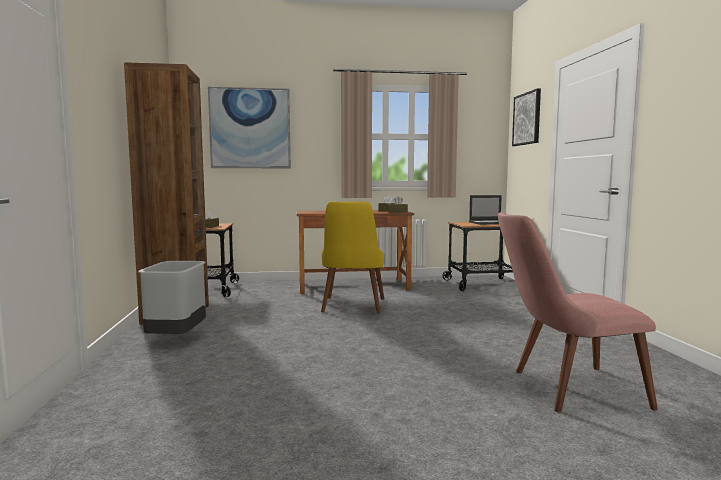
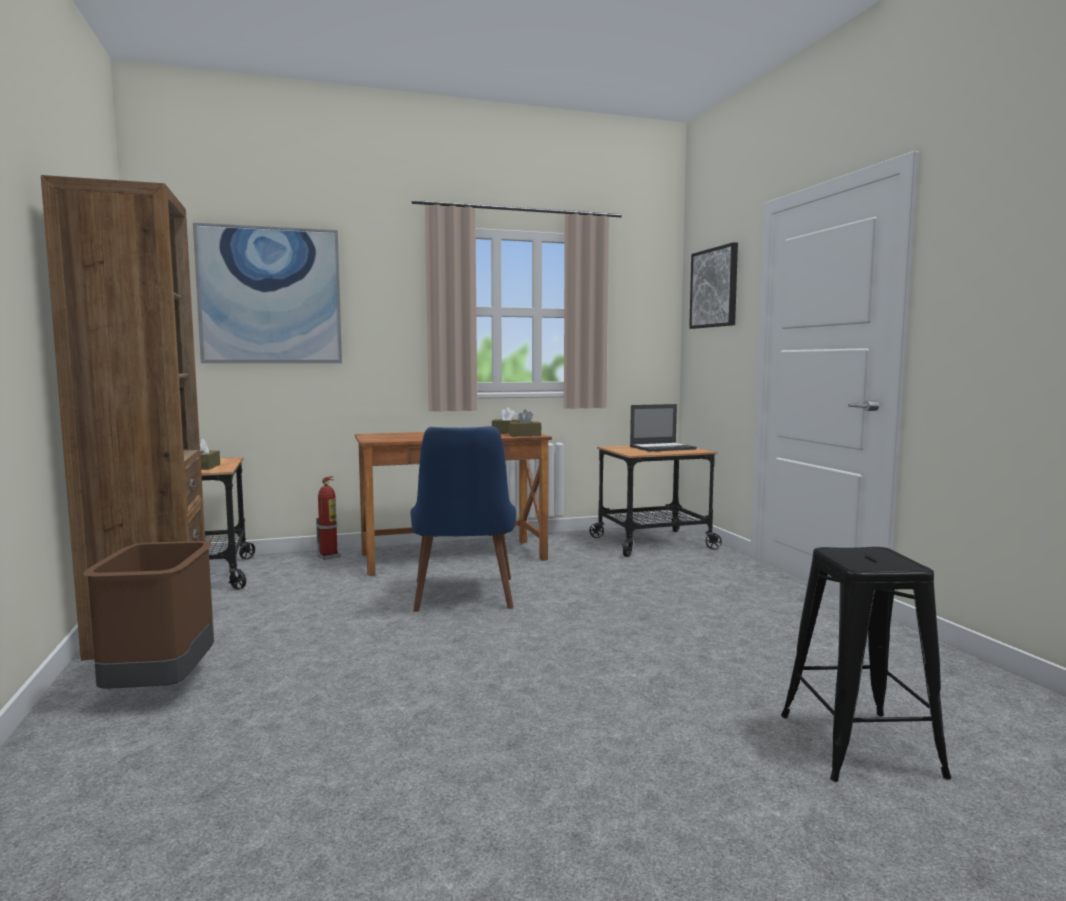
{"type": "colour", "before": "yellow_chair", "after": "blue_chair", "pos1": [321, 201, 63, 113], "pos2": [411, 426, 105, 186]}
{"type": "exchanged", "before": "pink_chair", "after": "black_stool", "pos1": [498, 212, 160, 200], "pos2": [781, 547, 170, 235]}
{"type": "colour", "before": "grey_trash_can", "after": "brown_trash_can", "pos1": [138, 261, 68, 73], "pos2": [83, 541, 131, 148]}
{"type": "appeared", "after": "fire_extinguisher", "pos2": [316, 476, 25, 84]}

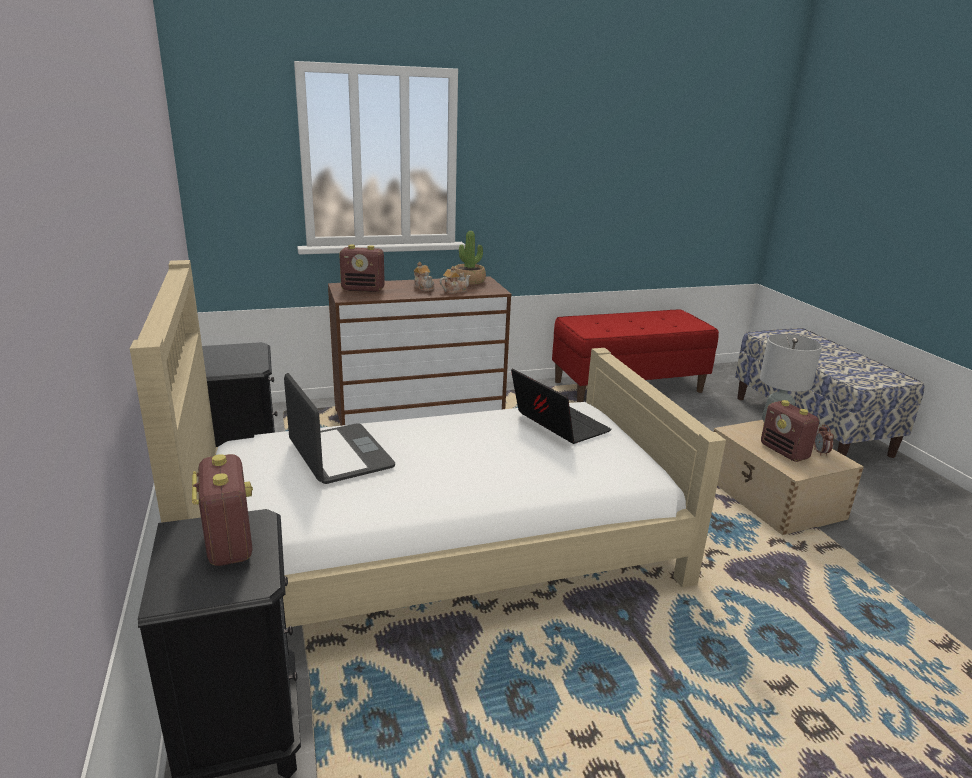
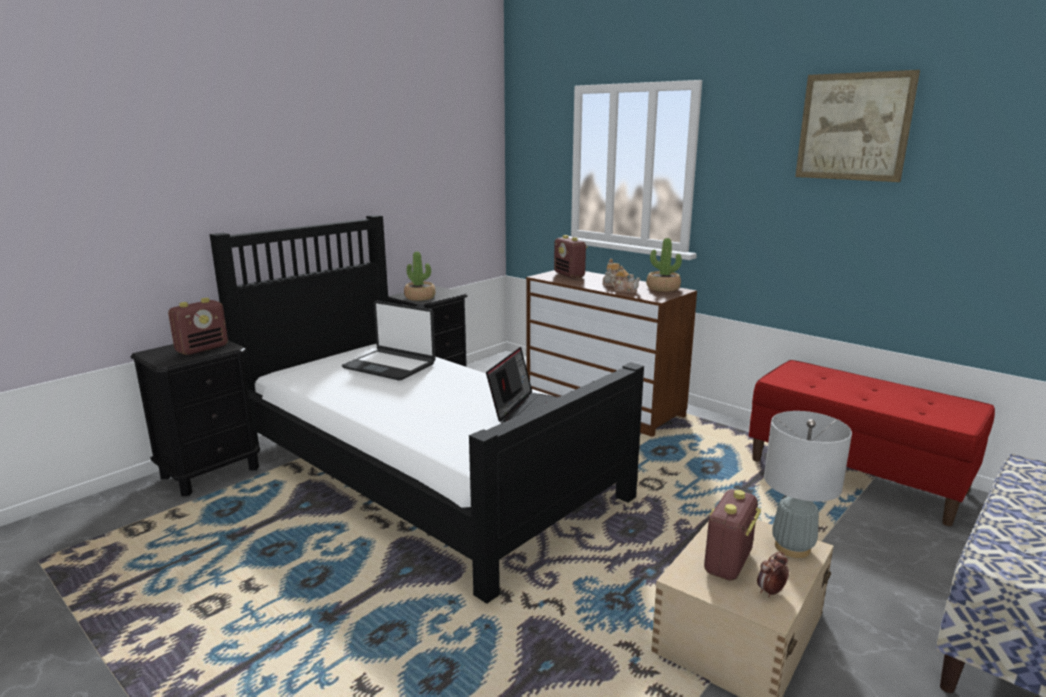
{"type": "colour", "before": "beige_bed", "after": "black_bed", "pos1": [130, 260, 596, 368], "pos2": [210, 215, 434, 389]}
{"type": "spun", "before": "laptop", "pos1": [284, 373, 111, 111], "pos2": [342, 300, 94, 80], "turn": 90}
{"type": "appeared", "after": "picture", "pos2": [795, 70, 125, 112]}
{"type": "appeared", "after": "potted_plant", "pos2": [404, 251, 32, 50]}

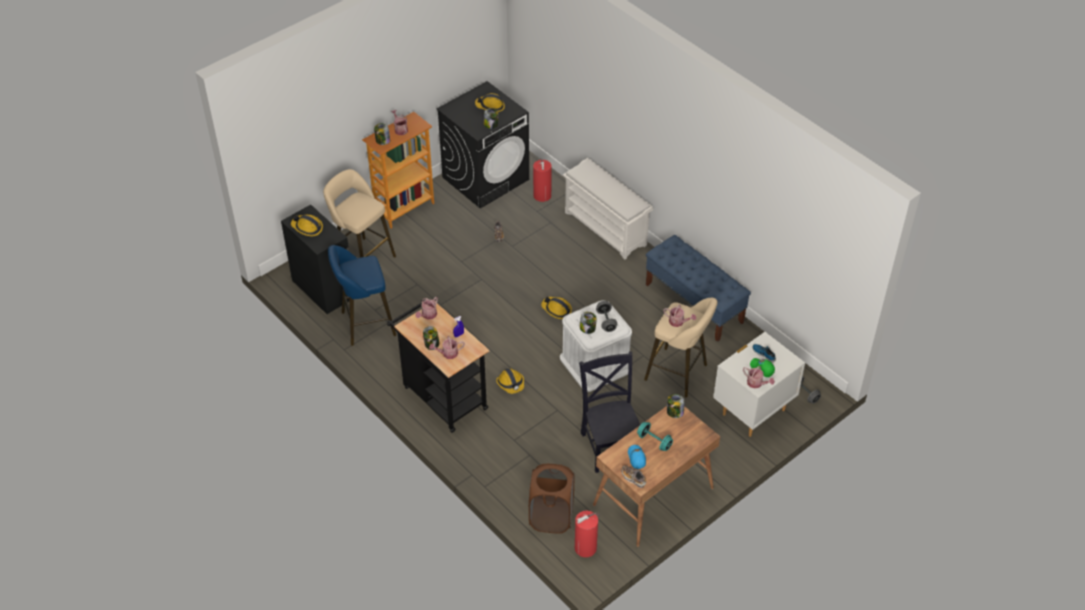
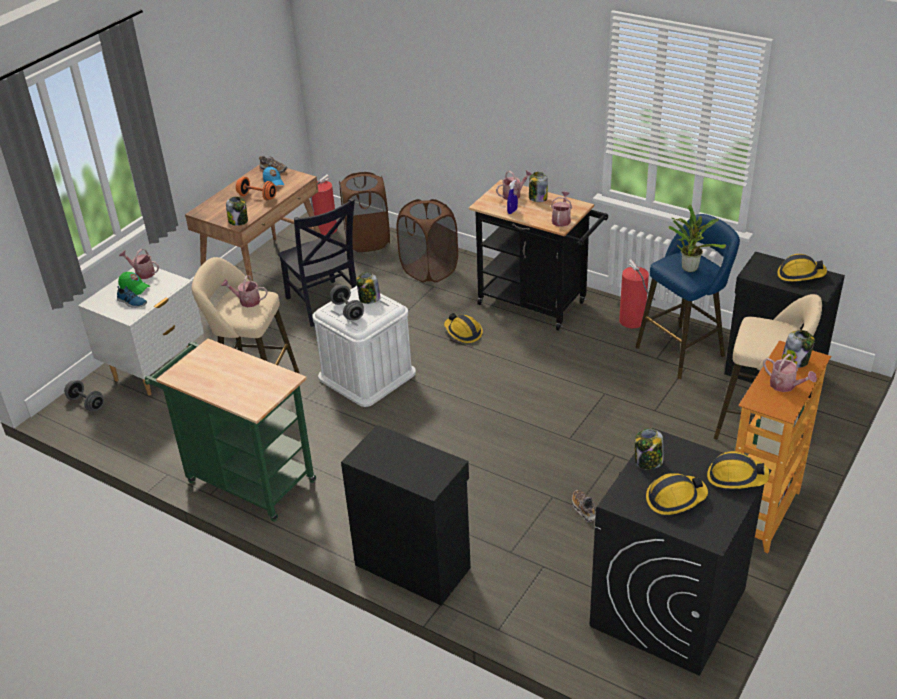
{"type": "relocated", "before": "fire_extinguisher", "pos1": [533, 158, 19, 44], "pos2": [619, 259, 36, 69]}
{"type": "exchanged", "before": "white_shoe_rack", "after": "black_cabinet", "pos1": [563, 158, 90, 101], "pos2": [341, 425, 130, 181]}
{"type": "exchanged", "before": "blue_bench", "after": "green_cart", "pos1": [646, 235, 105, 107], "pos2": [145, 339, 171, 183]}
{"type": "relocated", "before": "hard_hat", "pos1": [541, 297, 31, 22], "pos2": [707, 451, 63, 38]}
{"type": "colour", "before": "turquoise_dumbbell", "after": "orange_dumbbell", "pos1": [637, 422, 36, 29], "pos2": [236, 177, 41, 23]}
{"type": "appeared", "after": "brown_laundry_basket", "pos2": [396, 199, 62, 84]}
{"type": "appeared", "after": "potted_plant", "pos2": [669, 205, 57, 67]}

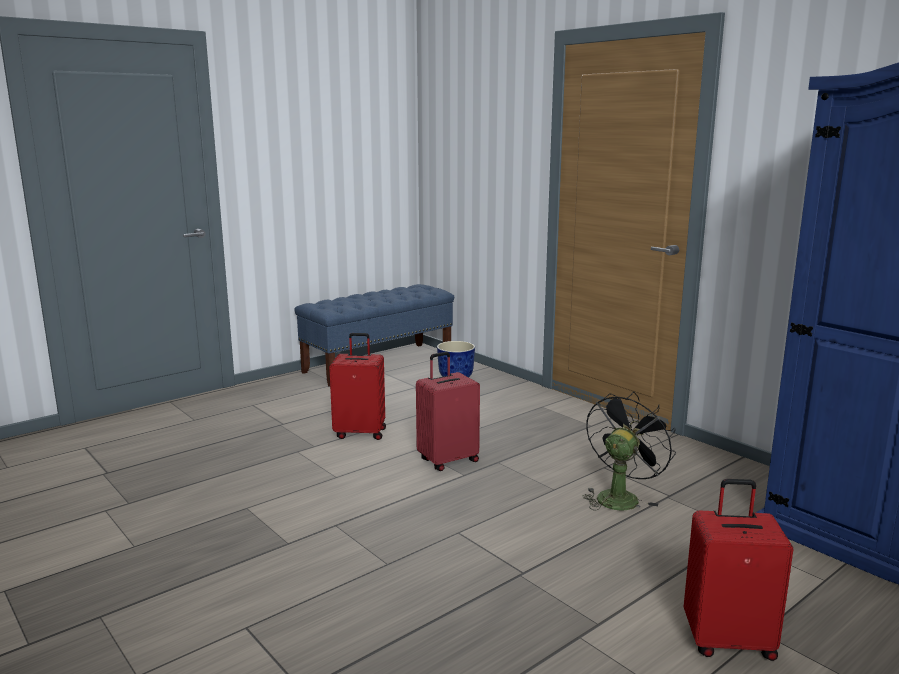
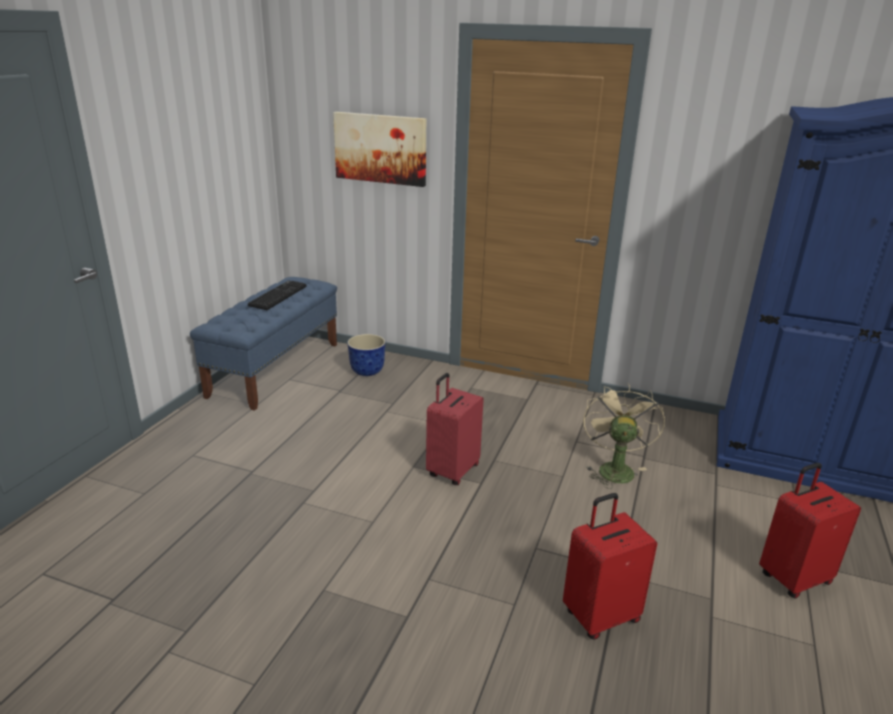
{"type": "relocated", "before": "red_suitcase", "pos1": [329, 333, 57, 107], "pos2": [563, 493, 94, 146]}
{"type": "colour", "before": "black_fan", "after": "beige_fan", "pos1": [582, 391, 94, 120], "pos2": [583, 383, 82, 106]}
{"type": "appeared", "after": "picture", "pos2": [333, 112, 93, 75]}
{"type": "appeared", "after": "keyboard", "pos2": [248, 280, 59, 30]}

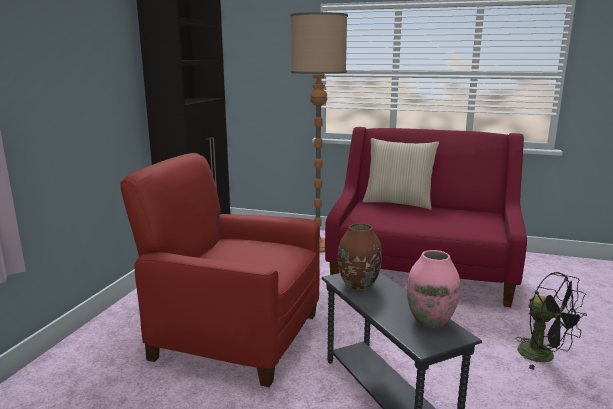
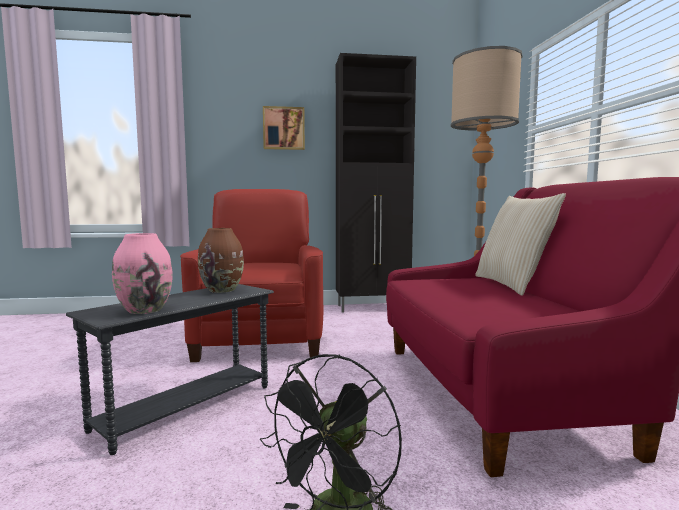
{"type": "appeared", "after": "picture", "pos2": [263, 106, 42, 44]}

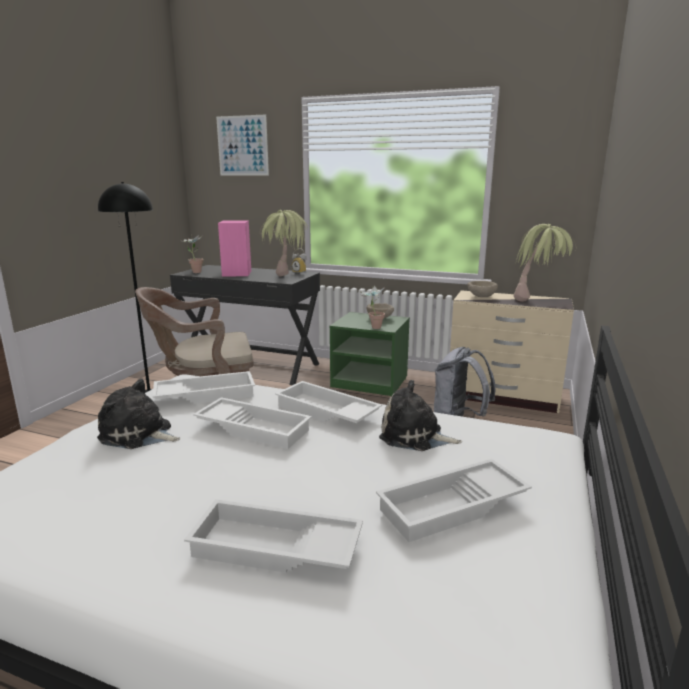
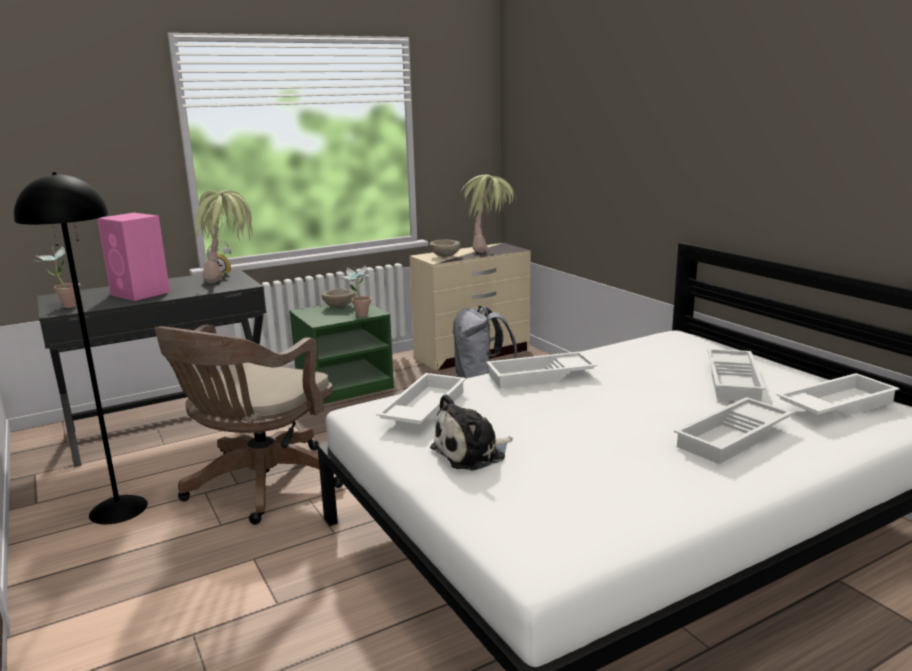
{"type": "missing", "before": "picture", "pos1": [216, 114, 53, 61]}
{"type": "missing", "before": "plush_toy", "pos1": [379, 380, 83, 71]}
{"type": "relocated", "before": "white_tray", "pos1": [193, 397, 119, 52], "pos2": [777, 373, 123, 44]}

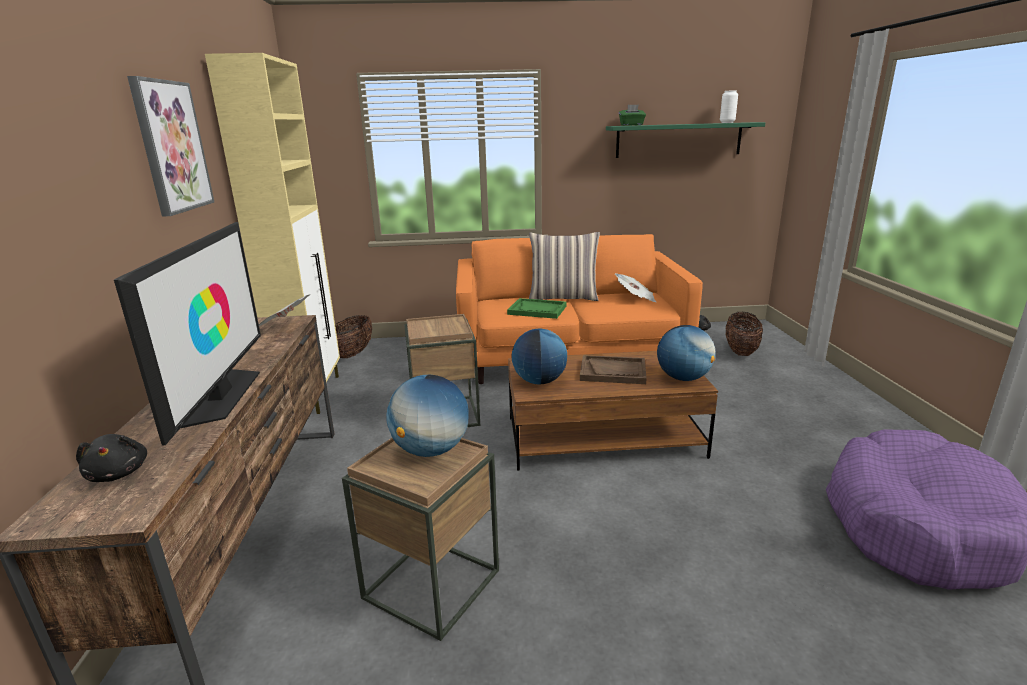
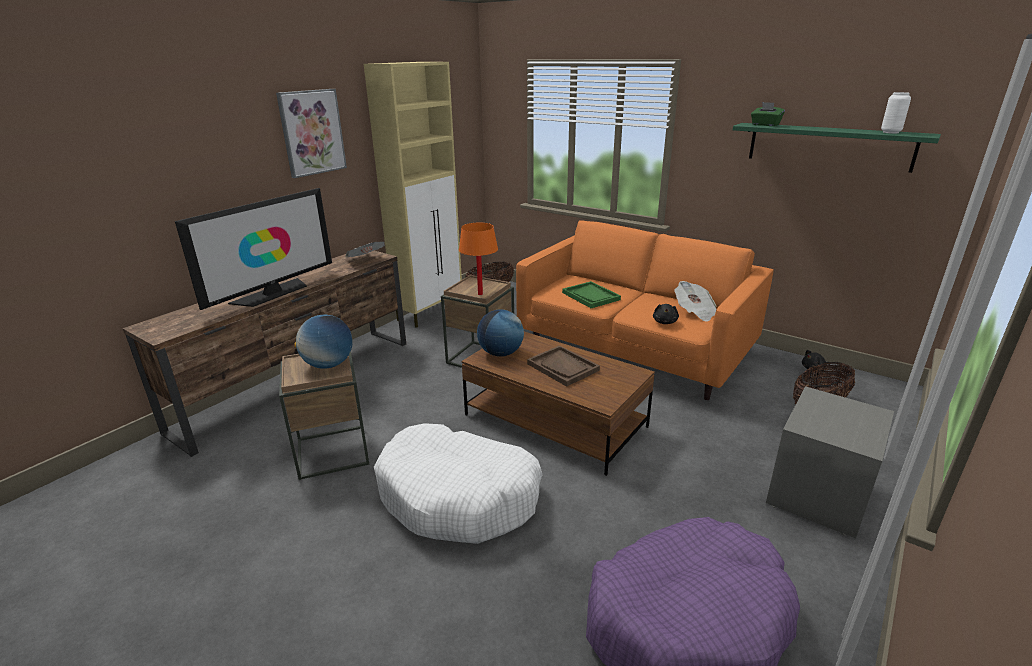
{"type": "missing", "before": "pillow", "pos1": [529, 232, 71, 69]}
{"type": "missing", "before": "globe", "pos1": [657, 325, 58, 56]}
{"type": "relocated", "before": "black_plush_toy", "pos1": [76, 434, 71, 48], "pos2": [653, 304, 26, 20]}
{"type": "appeared", "after": "orange_table_lamp", "pos2": [459, 223, 39, 72]}
{"type": "appeared", "after": "grey_nightstand", "pos2": [766, 386, 128, 152]}
{"type": "appeared", "after": "white_dog_bed", "pos2": [374, 423, 168, 121]}

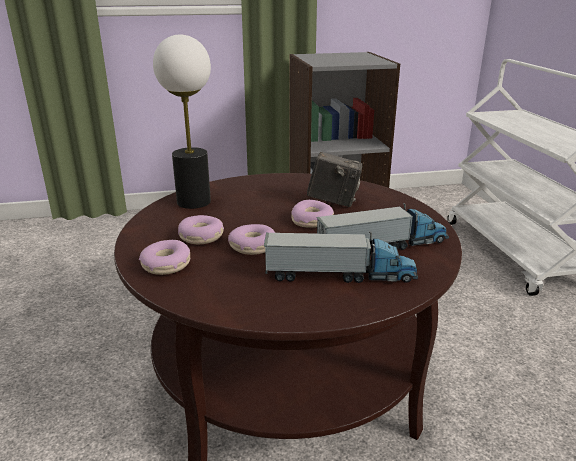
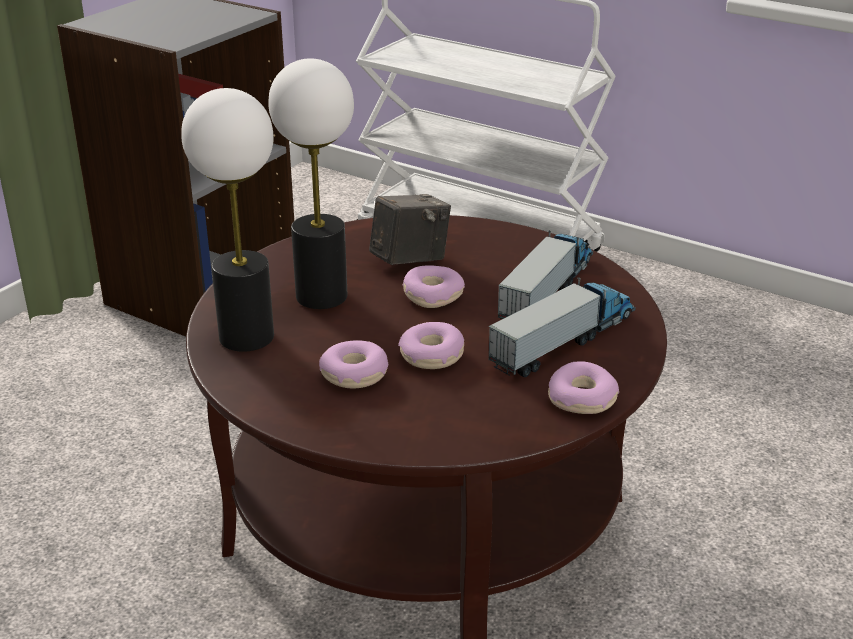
{"type": "relocated", "before": "donut", "pos1": [139, 240, 51, 35], "pos2": [548, 361, 71, 53]}
{"type": "appeared", "after": "table_lamp", "pos2": [268, 58, 86, 251]}

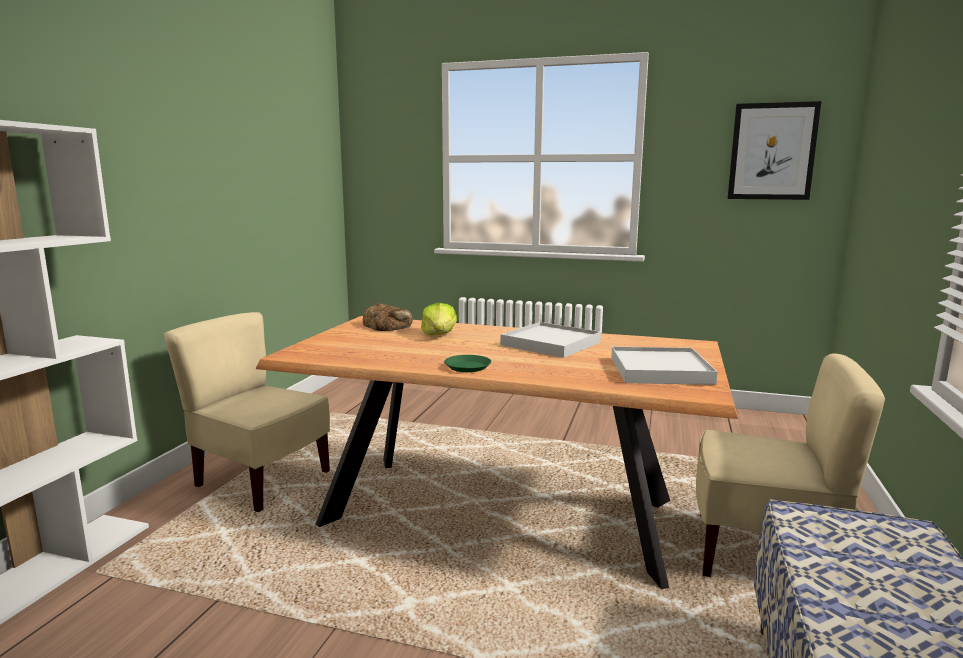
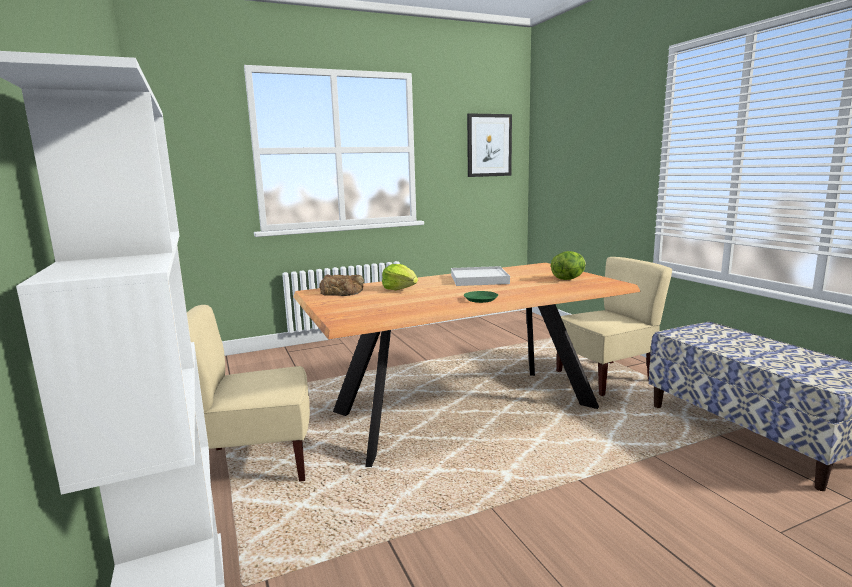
{"type": "exchanged", "before": "white_tray", "after": "lettuce", "pos1": [611, 347, 107, 38], "pos2": [551, 251, 35, 29]}

